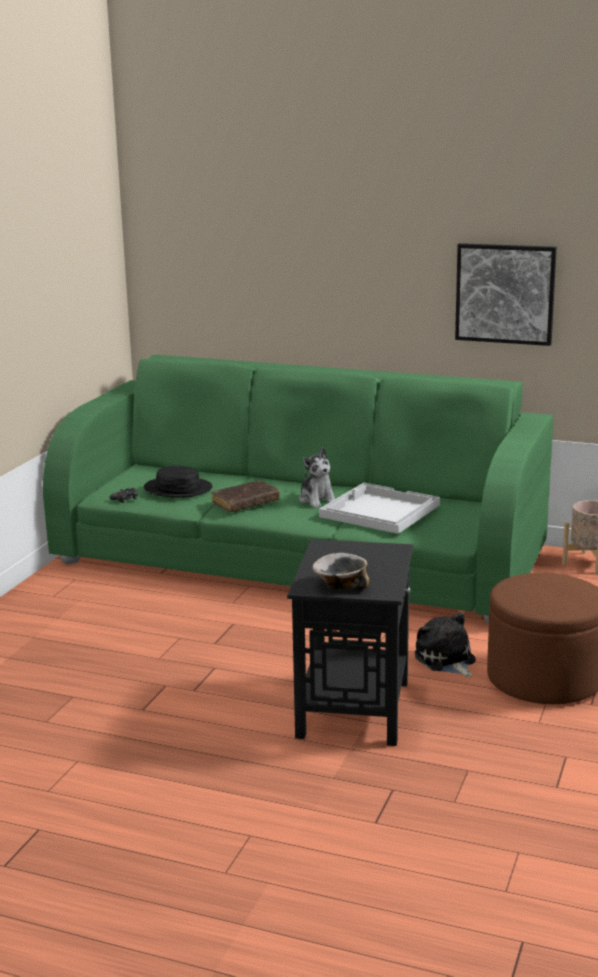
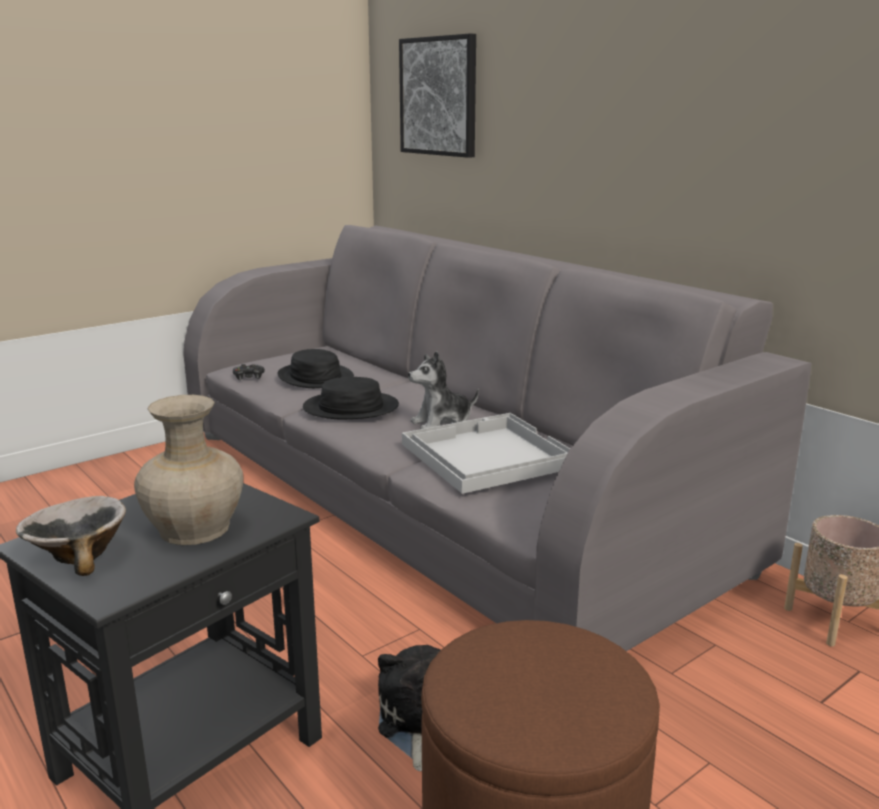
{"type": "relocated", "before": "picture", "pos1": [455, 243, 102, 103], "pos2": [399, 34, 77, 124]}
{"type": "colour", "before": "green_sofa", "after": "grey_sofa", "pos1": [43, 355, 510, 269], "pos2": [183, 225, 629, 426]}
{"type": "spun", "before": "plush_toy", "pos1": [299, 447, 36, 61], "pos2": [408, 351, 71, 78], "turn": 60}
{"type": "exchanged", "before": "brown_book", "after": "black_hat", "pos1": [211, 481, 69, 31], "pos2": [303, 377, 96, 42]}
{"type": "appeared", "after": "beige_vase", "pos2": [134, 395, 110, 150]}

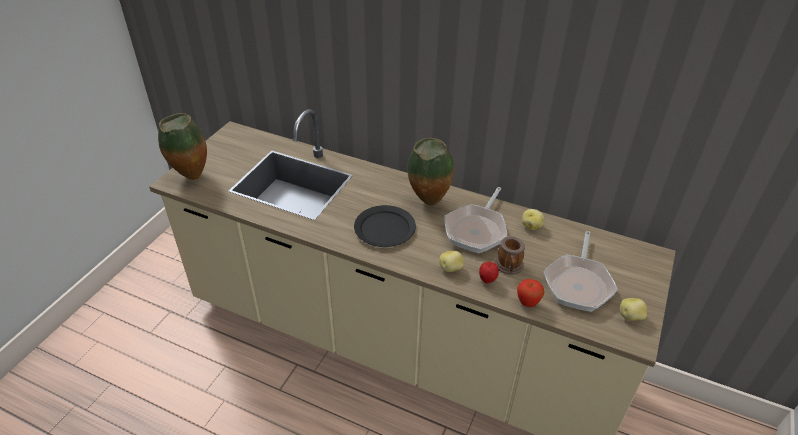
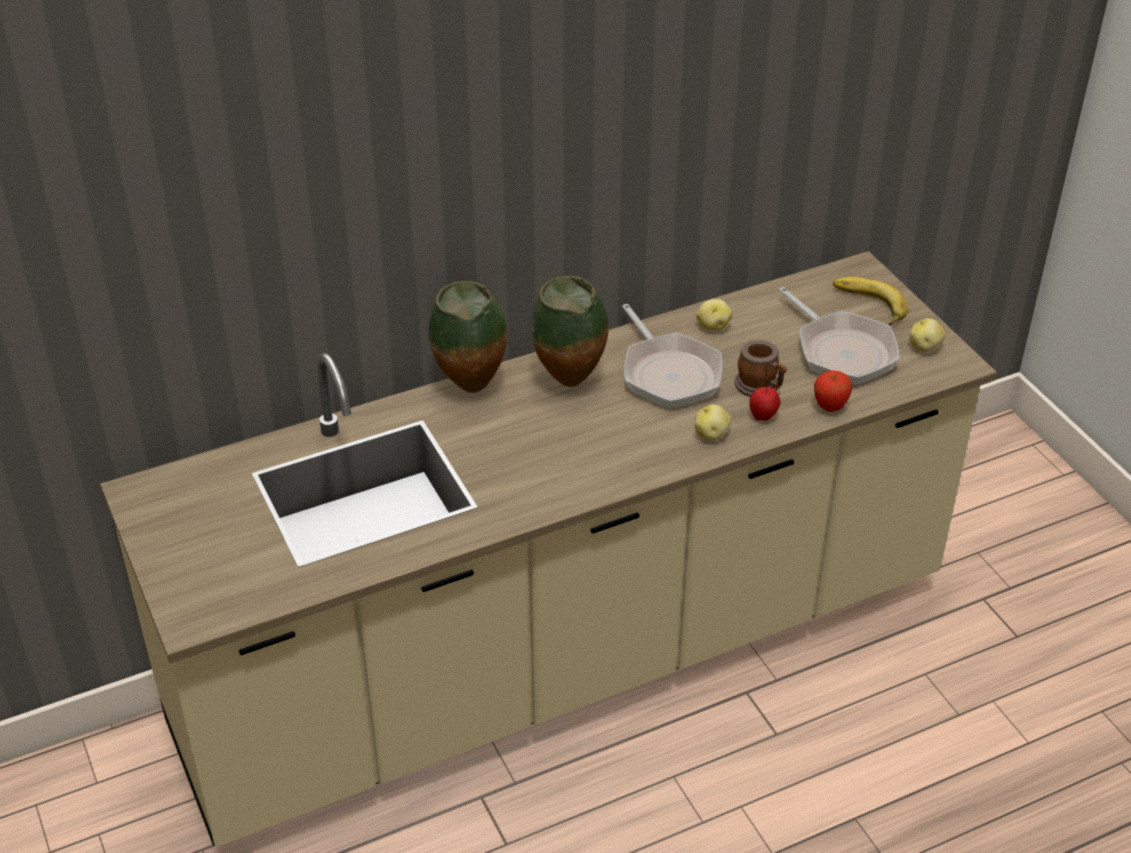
{"type": "relocated", "before": "vase", "pos1": [158, 113, 49, 67], "pos2": [429, 281, 78, 112]}
{"type": "missing", "before": "black_plate", "pos1": [354, 205, 62, 42]}
{"type": "appeared", "after": "banana", "pos2": [833, 277, 76, 49]}

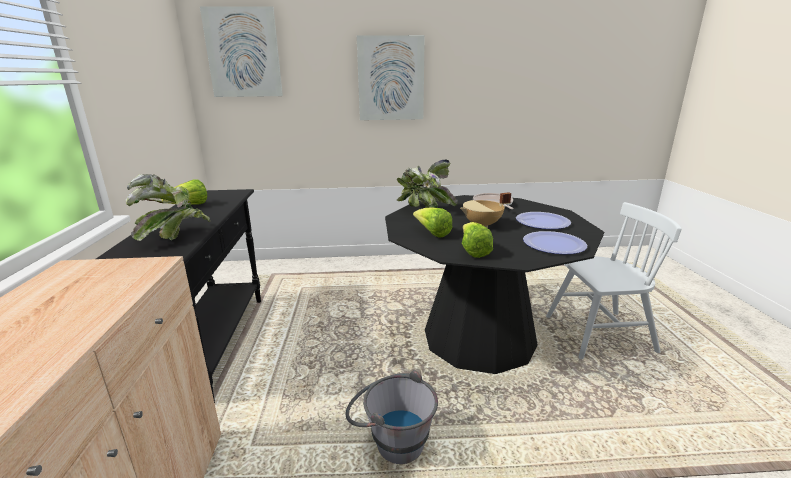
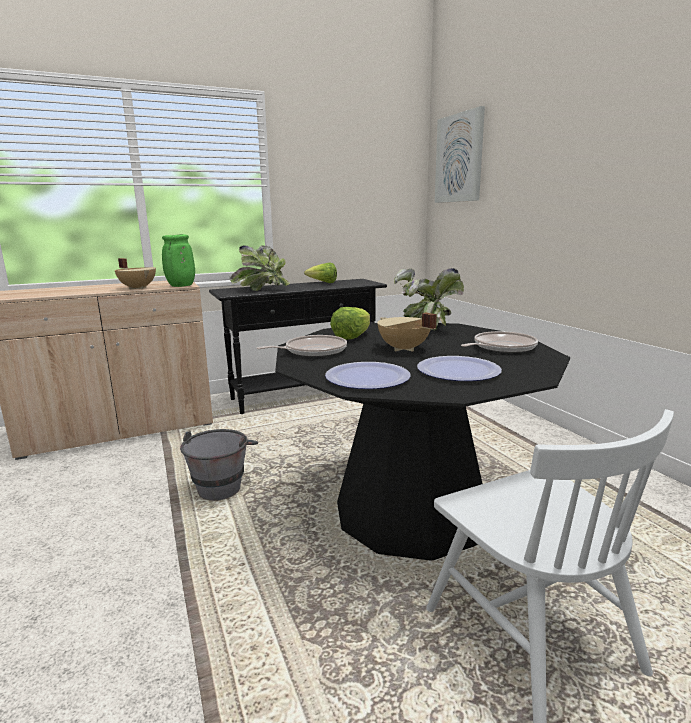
{"type": "missing", "before": "picture", "pos1": [357, 35, 68, 85]}
{"type": "exchanged", "before": "lettuce", "after": "frying_pan", "pos1": [462, 222, 31, 36], "pos2": [257, 335, 90, 22]}
{"type": "appeared", "after": "green_vase", "pos2": [162, 234, 33, 53]}
{"type": "appeared", "after": "beige_cooking_pot", "pos2": [115, 258, 41, 32]}

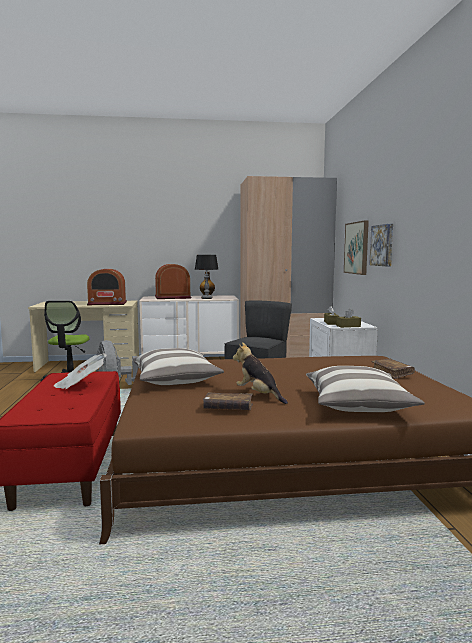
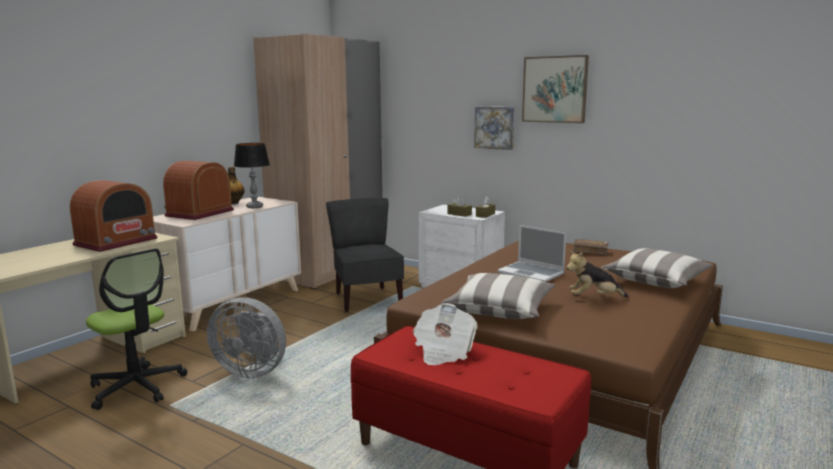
{"type": "relocated", "before": "picture", "pos1": [344, 220, 25, 55], "pos2": [522, 55, 67, 68]}
{"type": "missing", "before": "brown_book", "pos1": [203, 392, 50, 18]}
{"type": "appeared", "after": "laptop", "pos2": [497, 225, 69, 57]}

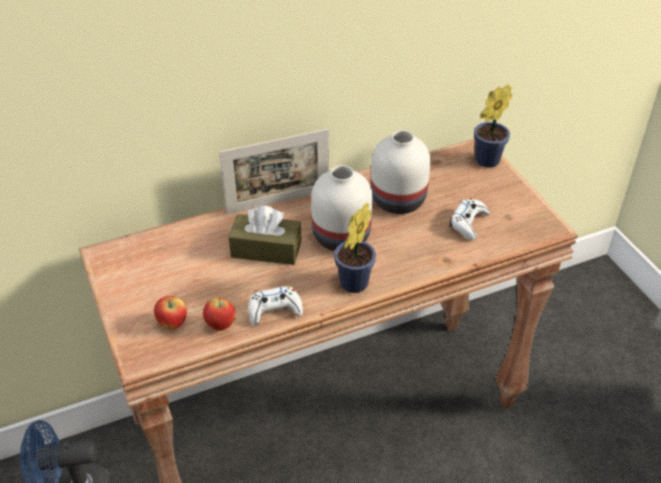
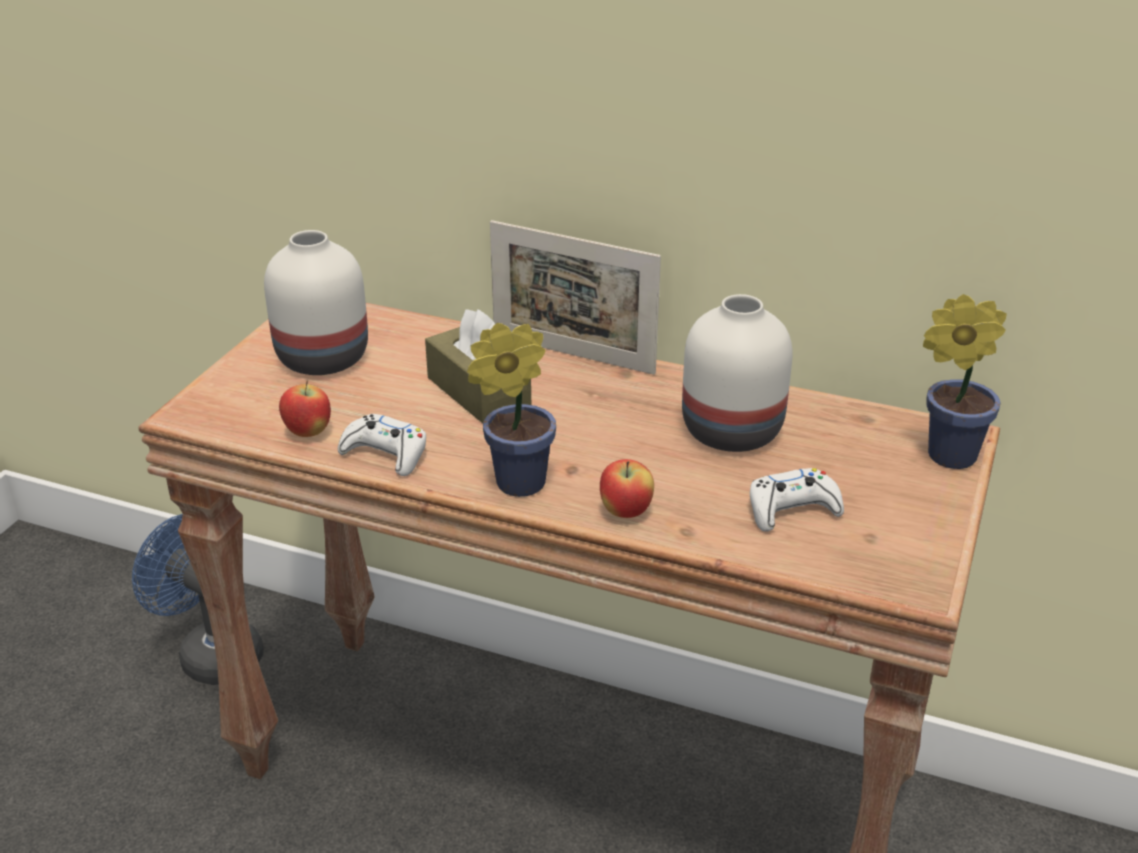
{"type": "relocated", "before": "white_vase", "pos1": [311, 165, 62, 86], "pos2": [264, 230, 104, 145]}
{"type": "relocated", "before": "apple", "pos1": [154, 296, 33, 34], "pos2": [600, 459, 54, 59]}

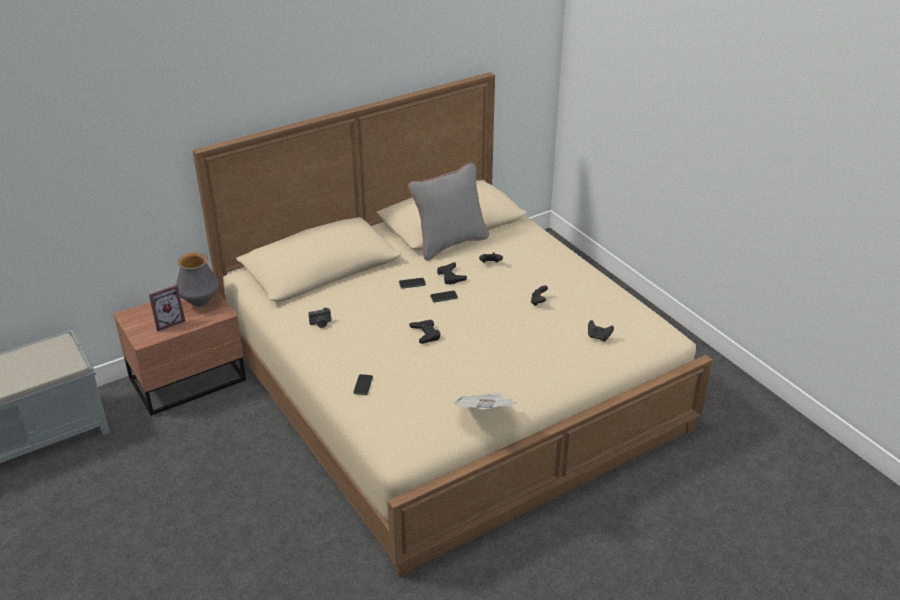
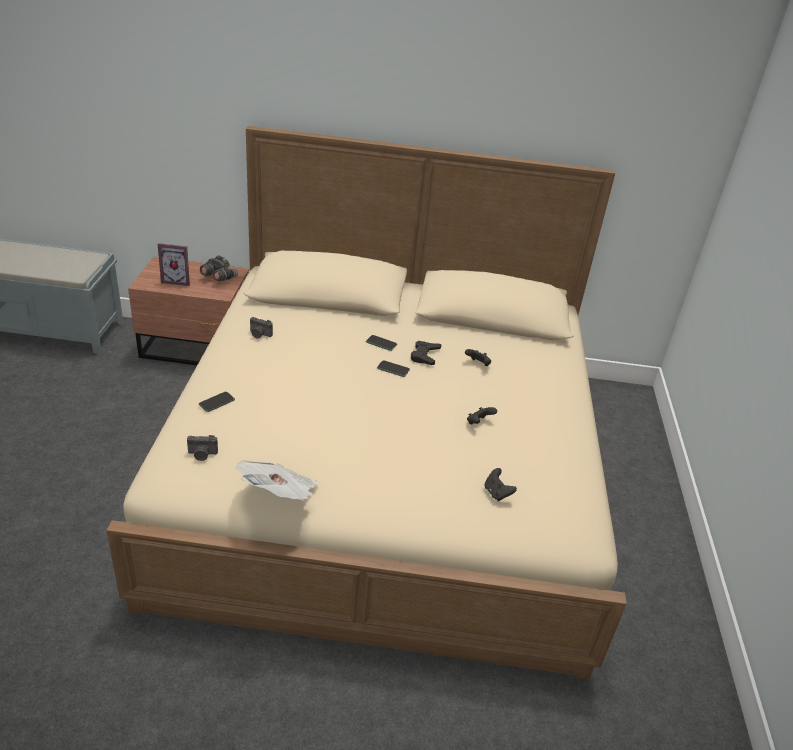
{"type": "missing", "before": "grey_pillow", "pos1": [408, 163, 81, 98]}
{"type": "exchanged", "before": "vase", "after": "grey_binoculars", "pos1": [175, 253, 44, 54], "pos2": [200, 255, 38, 27]}
{"type": "missing", "before": "black_game_controller", "pos1": [409, 320, 31, 24]}
{"type": "appeared", "after": "photo_camera", "pos2": [187, 435, 31, 26]}

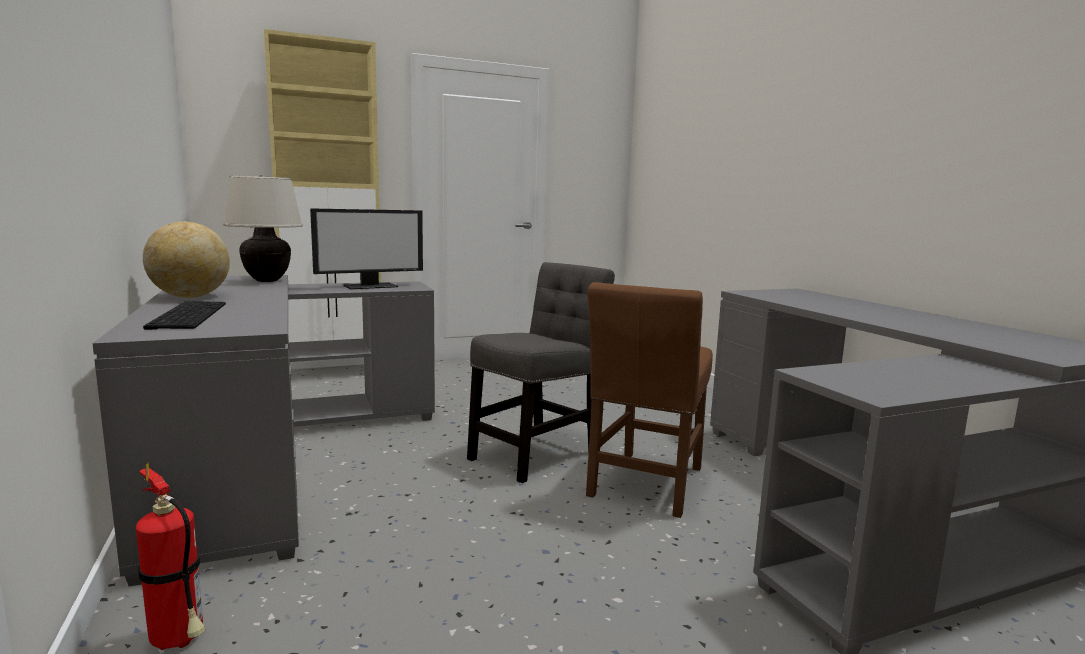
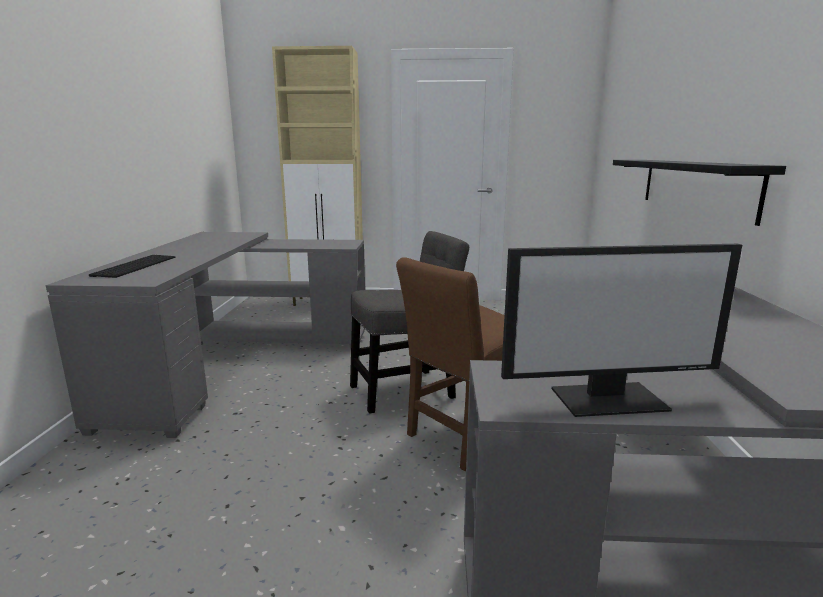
{"type": "missing", "before": "beige_table_lamp", "pos1": [223, 175, 80, 107]}
{"type": "relocated", "before": "monitor", "pos1": [310, 208, 113, 81], "pos2": [501, 244, 241, 173]}
{"type": "missing", "before": "globe", "pos1": [143, 222, 87, 76]}
{"type": "missing", "before": "fire_extinguisher", "pos1": [136, 463, 69, 187]}
{"type": "appeared", "after": "black_shelf", "pos2": [613, 160, 173, 66]}

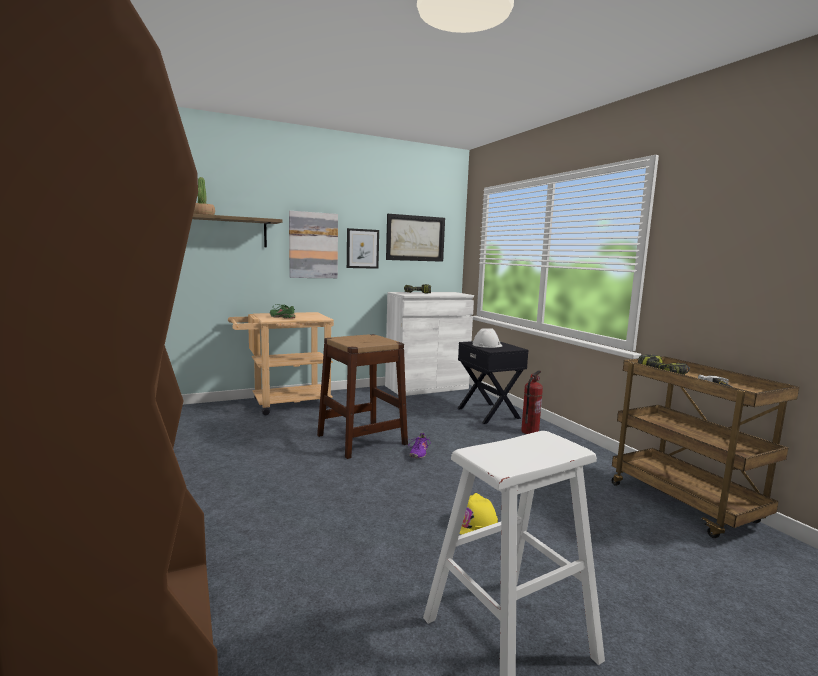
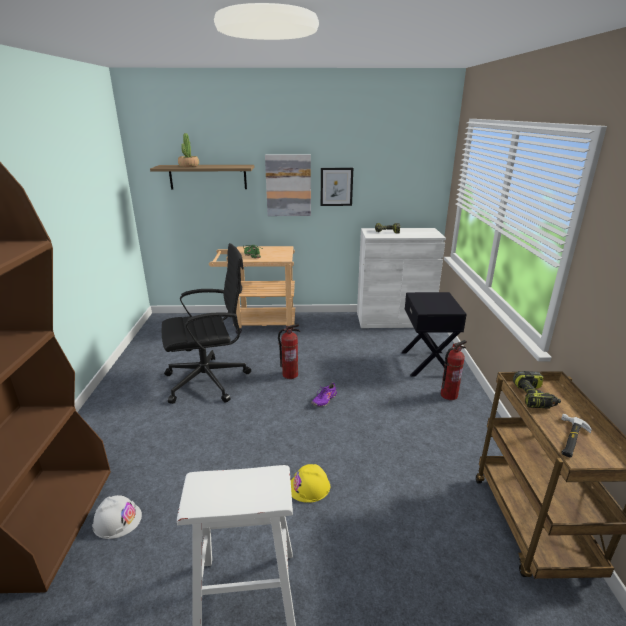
{"type": "missing", "before": "picture", "pos1": [386, 214, 59, 48]}
{"type": "relocated", "before": "white_hard_hat", "pos1": [472, 328, 30, 20], "pos2": [92, 495, 50, 44]}
{"type": "exchanged", "before": "brown_stool", "after": "fire_extinguisher", "pos1": [317, 334, 91, 125], "pos2": [278, 324, 22, 55]}
{"type": "appeared", "after": "black_office_chair", "pos2": [162, 243, 89, 161]}

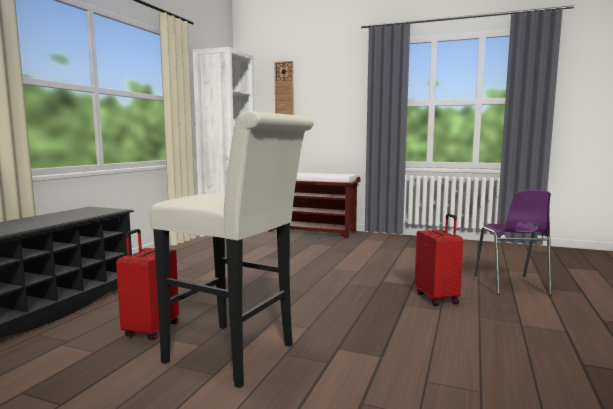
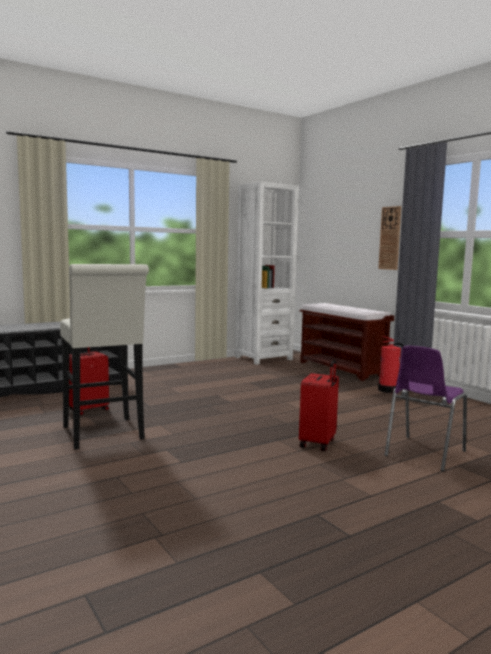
{"type": "relocated", "before": "wall_clock", "pos1": [275, 61, 18, 54], "pos2": [378, 206, 23, 64]}
{"type": "appeared", "after": "fire_extinguisher", "pos2": [378, 336, 26, 57]}

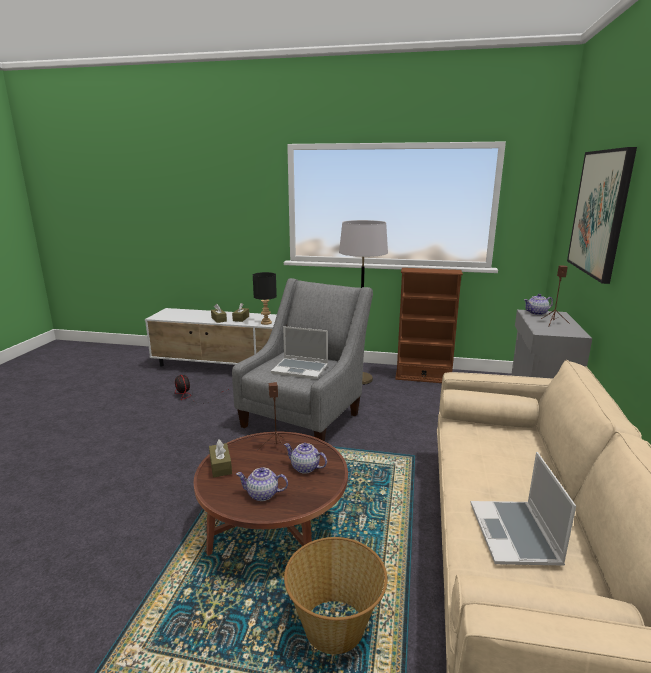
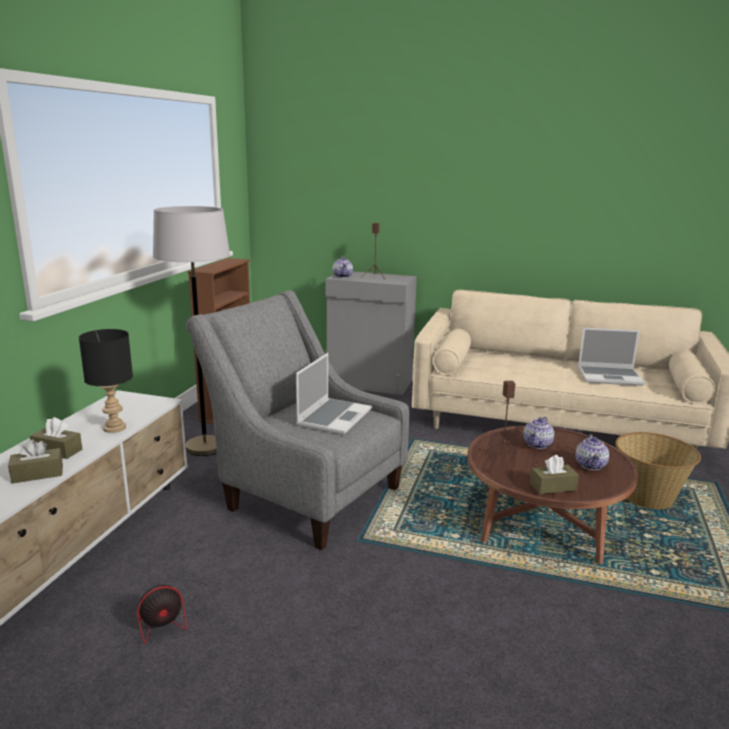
{"type": "missing", "before": "picture", "pos1": [567, 147, 70, 137]}

